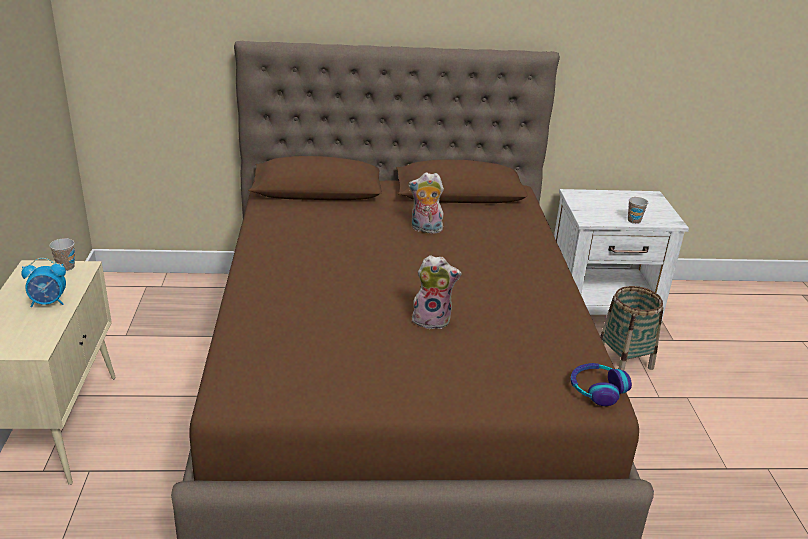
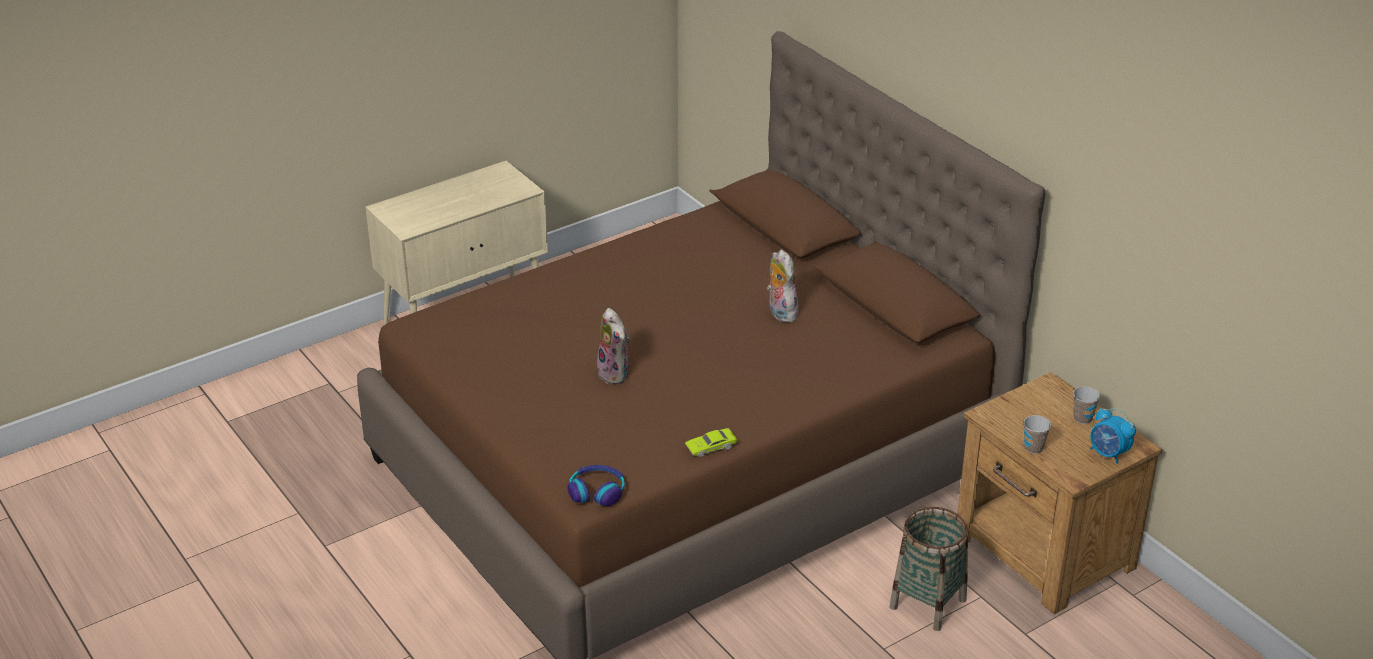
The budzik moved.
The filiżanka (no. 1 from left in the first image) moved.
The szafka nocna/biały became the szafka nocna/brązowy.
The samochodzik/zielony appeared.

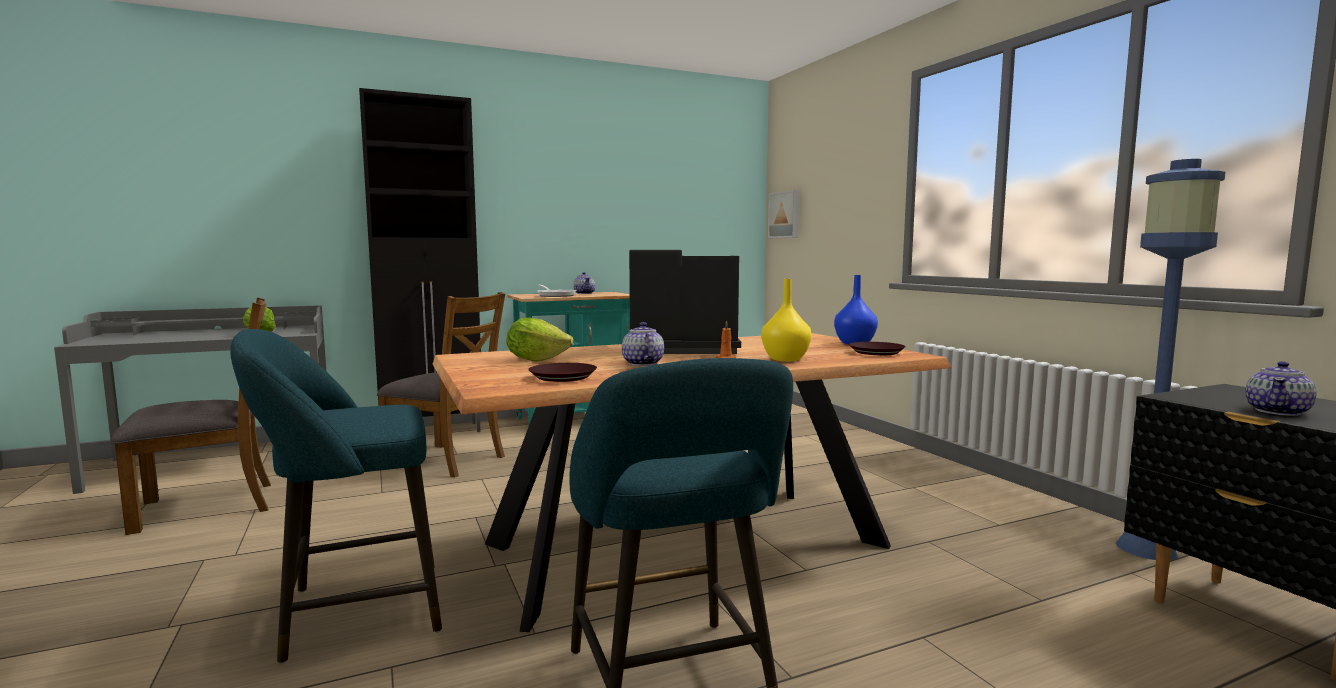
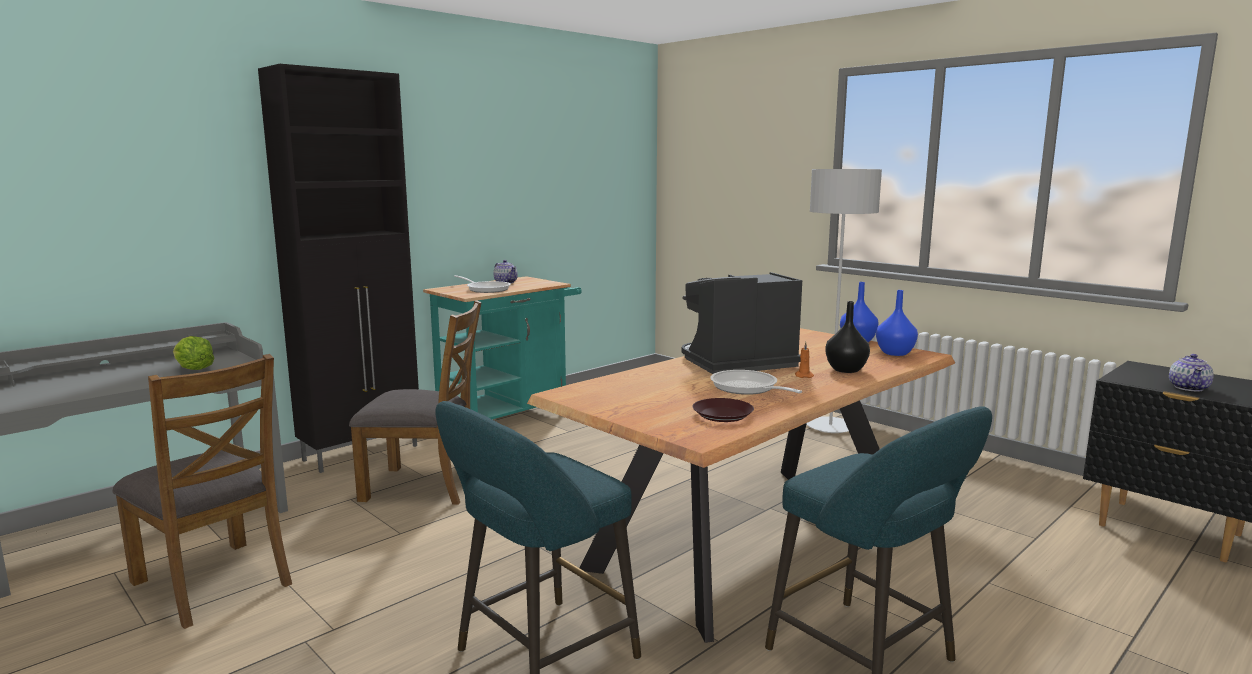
The krzesło/brązowy (no. 1 from left) turned 90 degrees clockwise.
The sałata (no. 2 from left) disappeared.
The imbryk (no. 2 from left) was replaced by the patelnia (no. 2 from left).
The wazon/żółty became the wazon/czarny.
The obraz disappeared.
The talerz/brązowy (no. 2 from left) was replaced by the wazon/niebieski (no. 2 from left).
The lampa stojąca/niebieski disappeared.
The lampa stojąca/szary appeared.

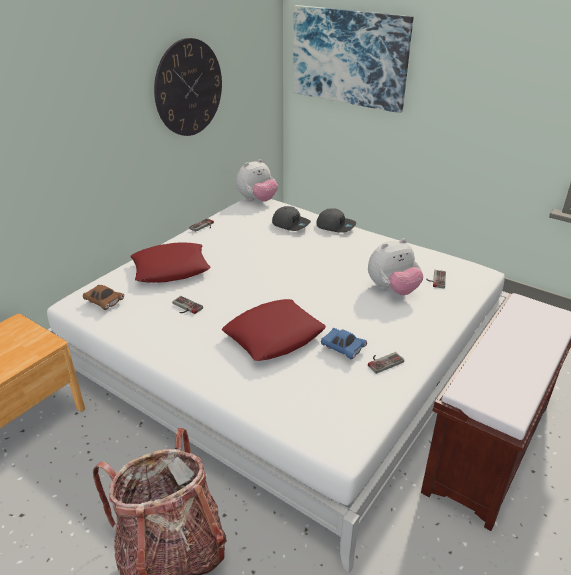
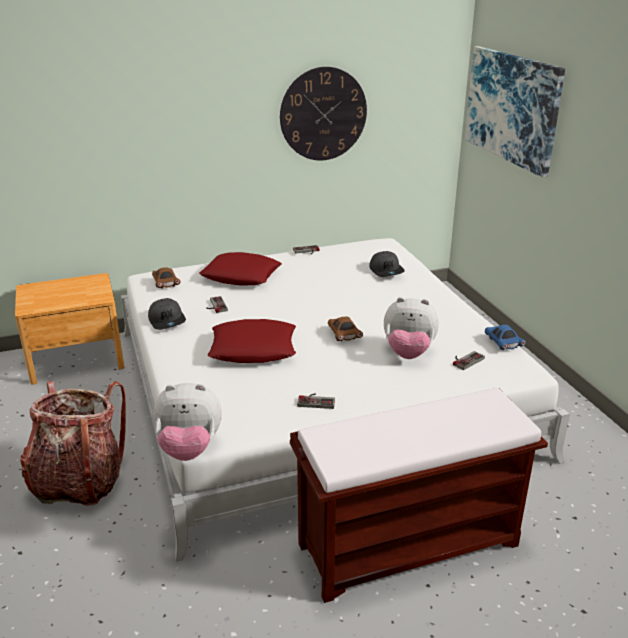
The pluszak (no. 1 from left) moved.
The czapka z daszkiem/szary (no. 2 from left in the first image) moved.
The samochodzik/niebieski moved.
The samochodzik/brązowy (no. 2 from left) appeared.

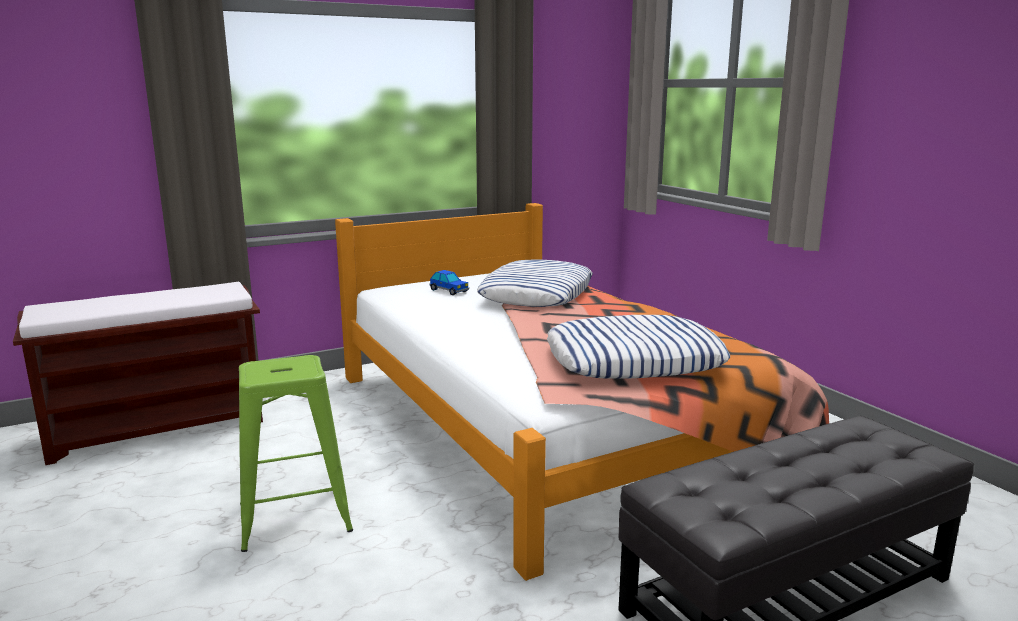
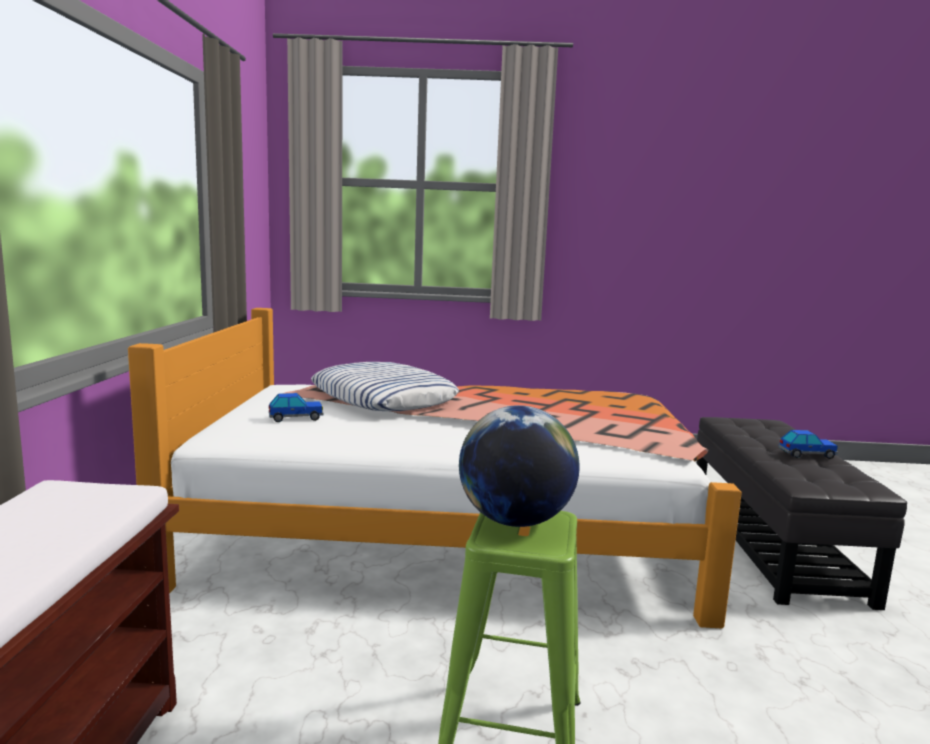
The poduszka (no. 2 from left) disappeared.
The globus appeared.
The samochodzik (no. 2 from left) appeared.

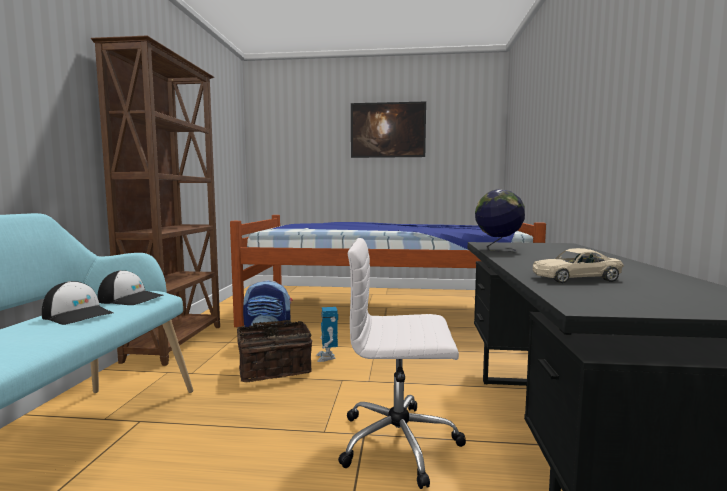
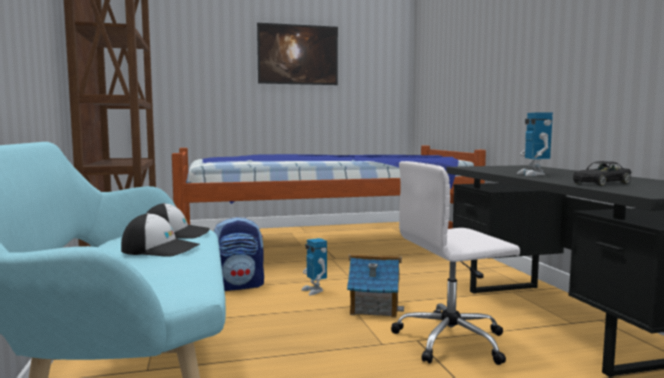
The koszyk disappeared.
The globus disappeared.
The samochodzik/beżowy became the samochodzik/czarny.
The domek appeared.
The robot zabawkowy (no. 2 from left) appeared.

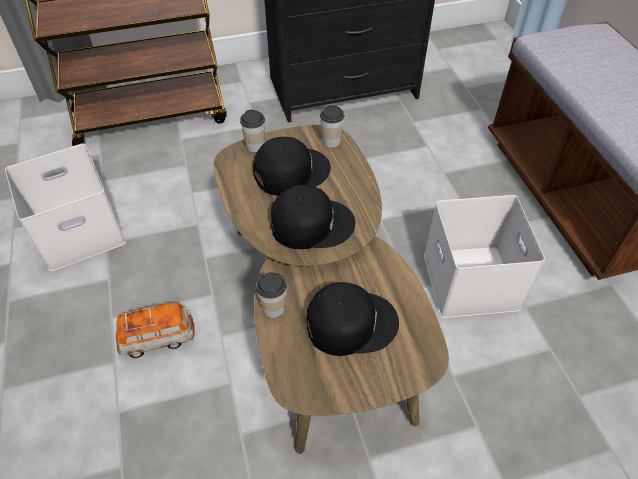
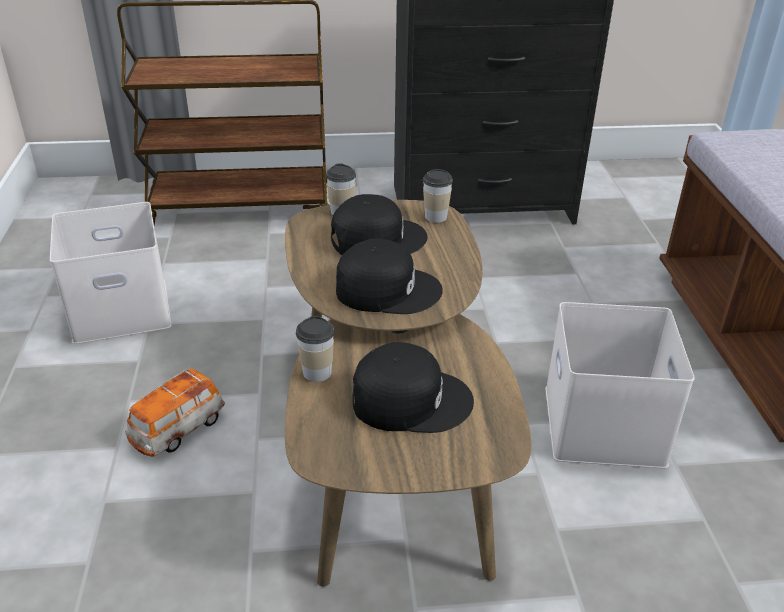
The samochodzik turned 135 degrees clockwise.

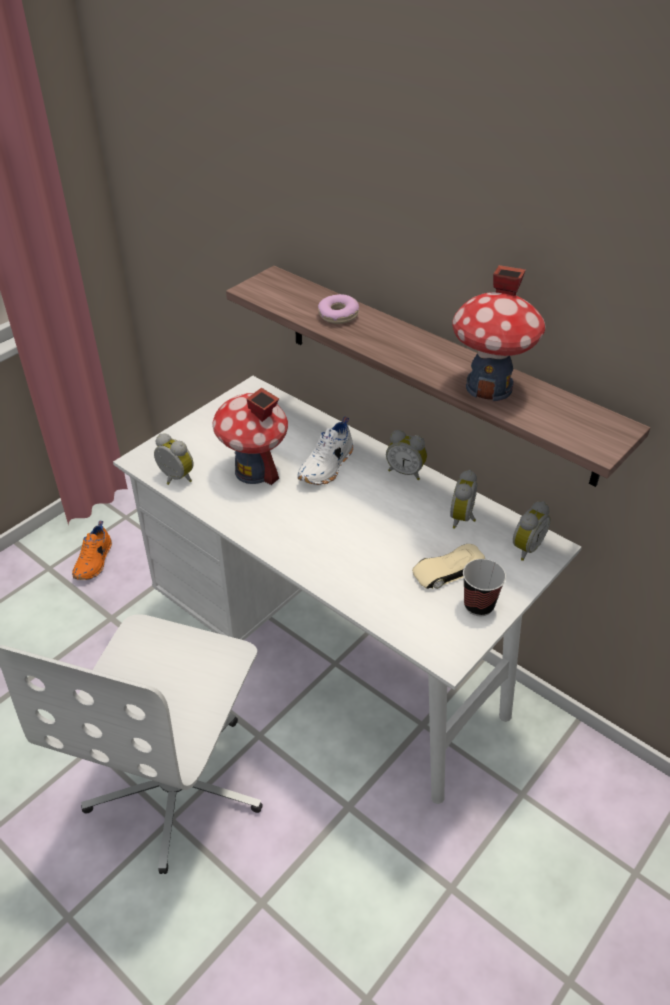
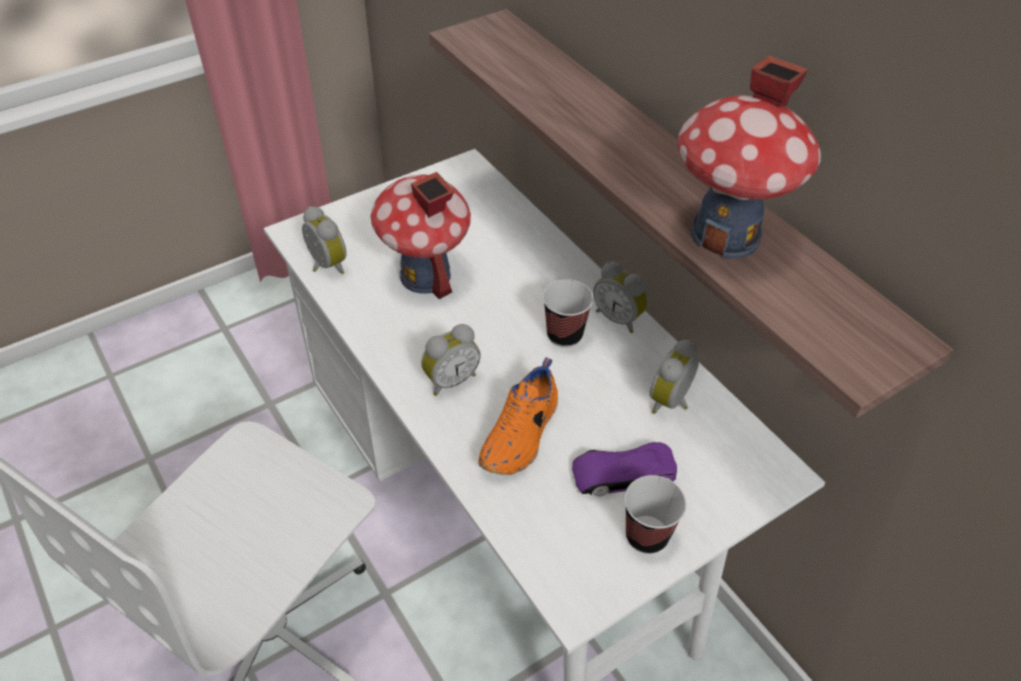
The but/pomarańczowy moved.
The but/biały disappeared.
The donut disappeared.
The samochodzik/beżowy became the samochodzik/fioletowy.
The budzik (no. 4 from left in the first image) moved.
The filiżanka (no. 1 from left) appeared.

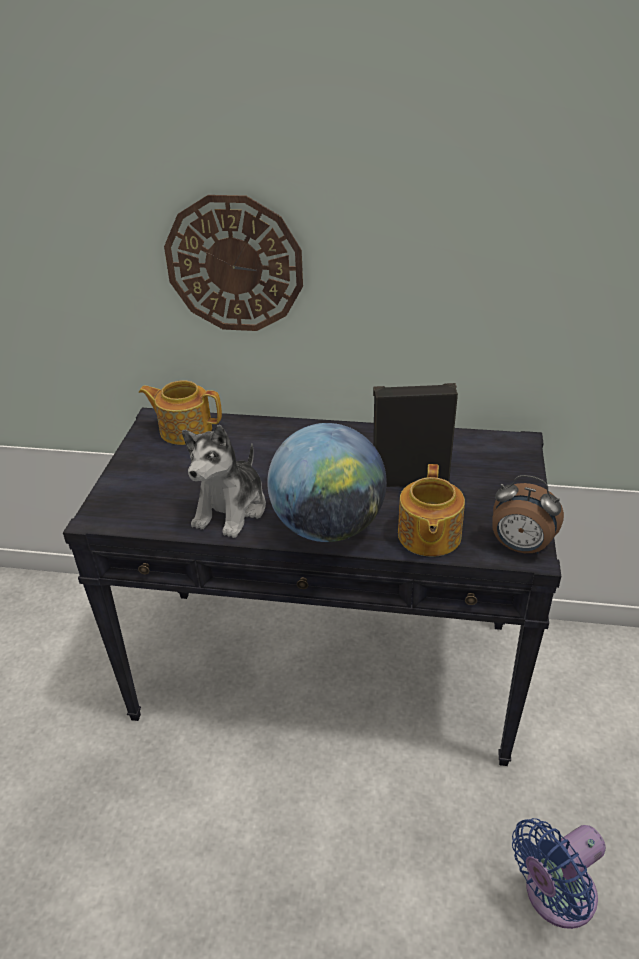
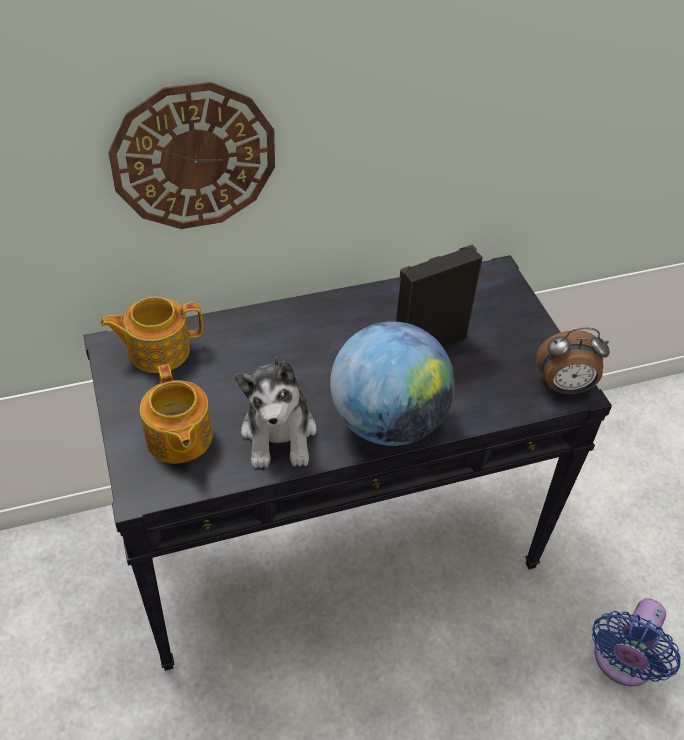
The imbryk (no. 2 from left) moved.

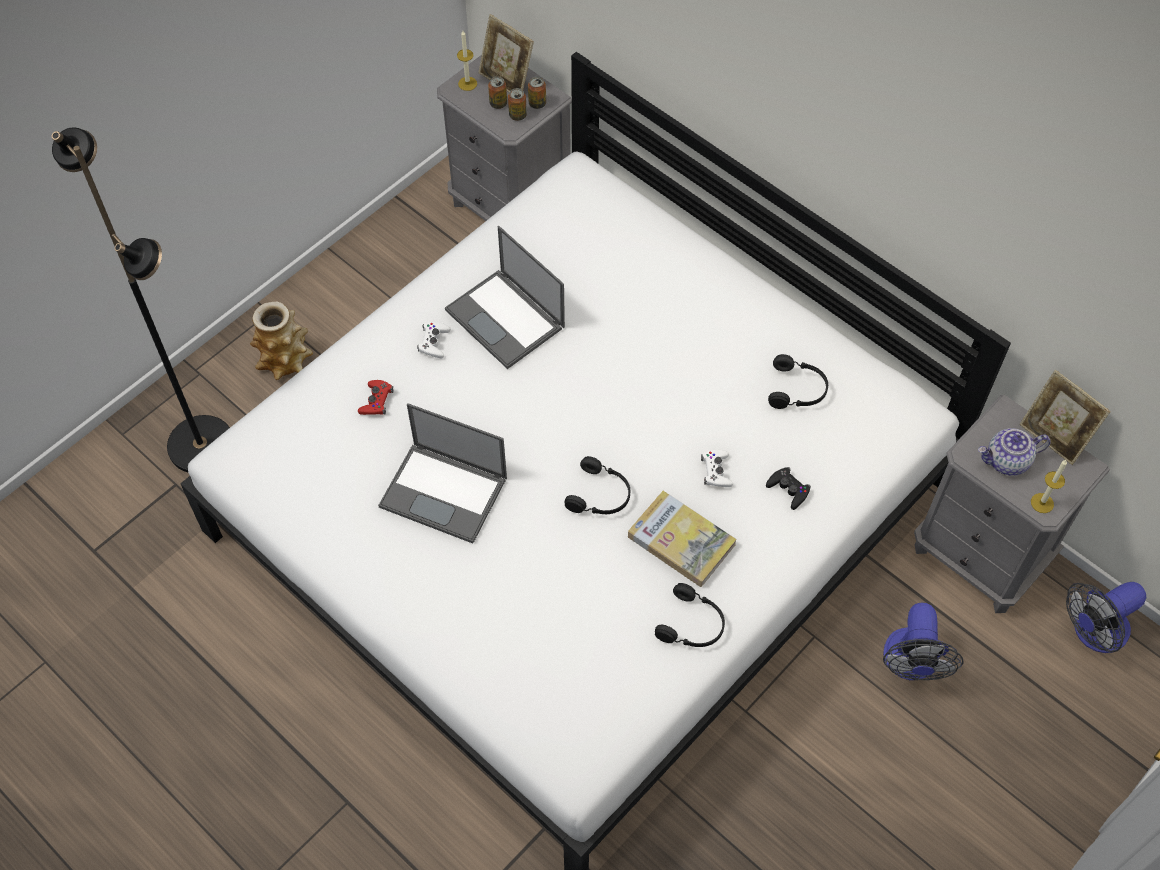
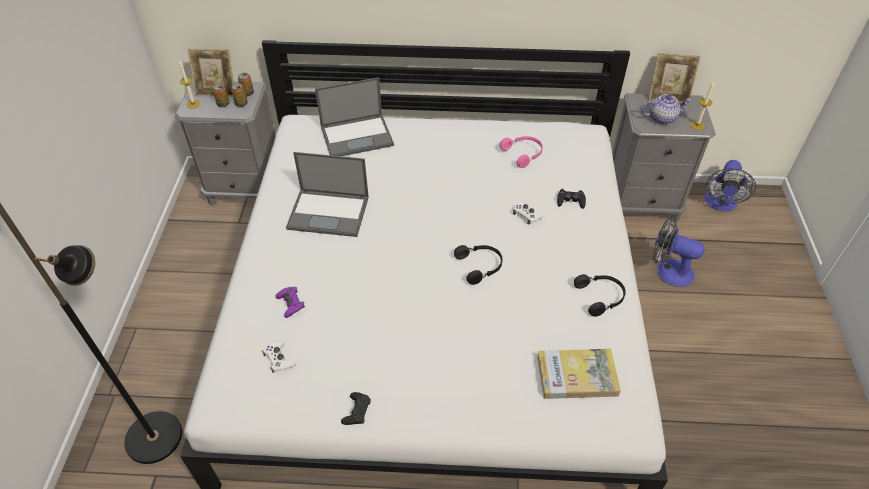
The wazon disappeared.
The pad do gier/czerwony became the pad do gier/fioletowy.
The laptop (no. 1 from left in the first image) moved.
The pad do gier/biały (no. 1 from left) moved.
The książka moved.
The słuchawki/czarny (no. 3 from left) became the słuchawki/różowy.
The wentylator (no. 1 from left) turned 150 degrees clockwise.
The imbryk turned 135 degrees counterclockwise.
The pad do gier/czarny (no. 1 from left) appeared.

